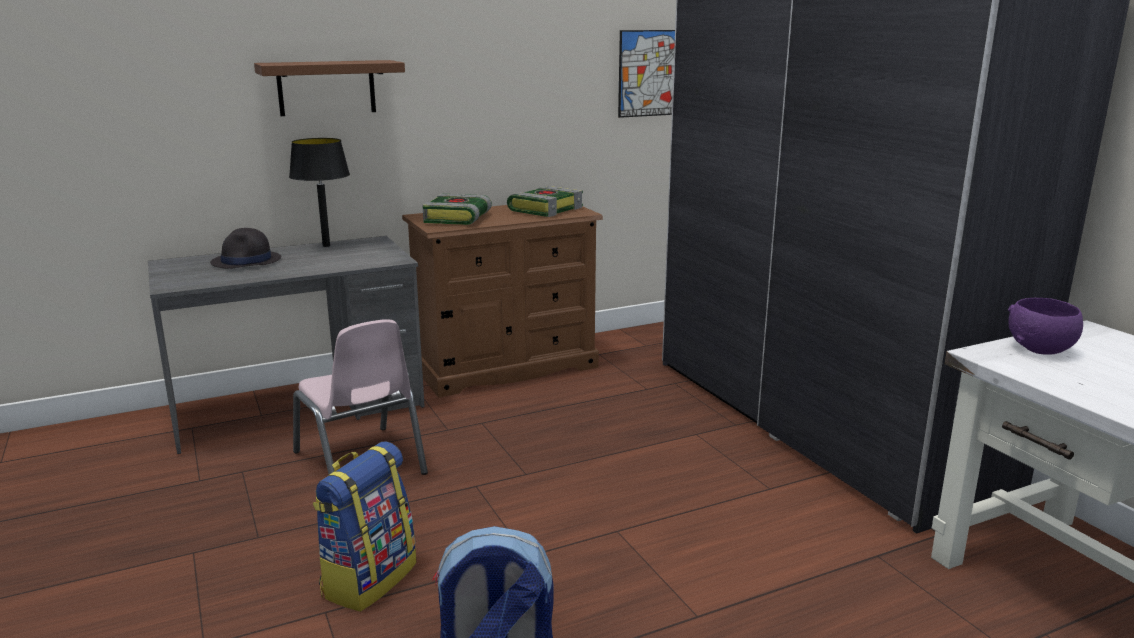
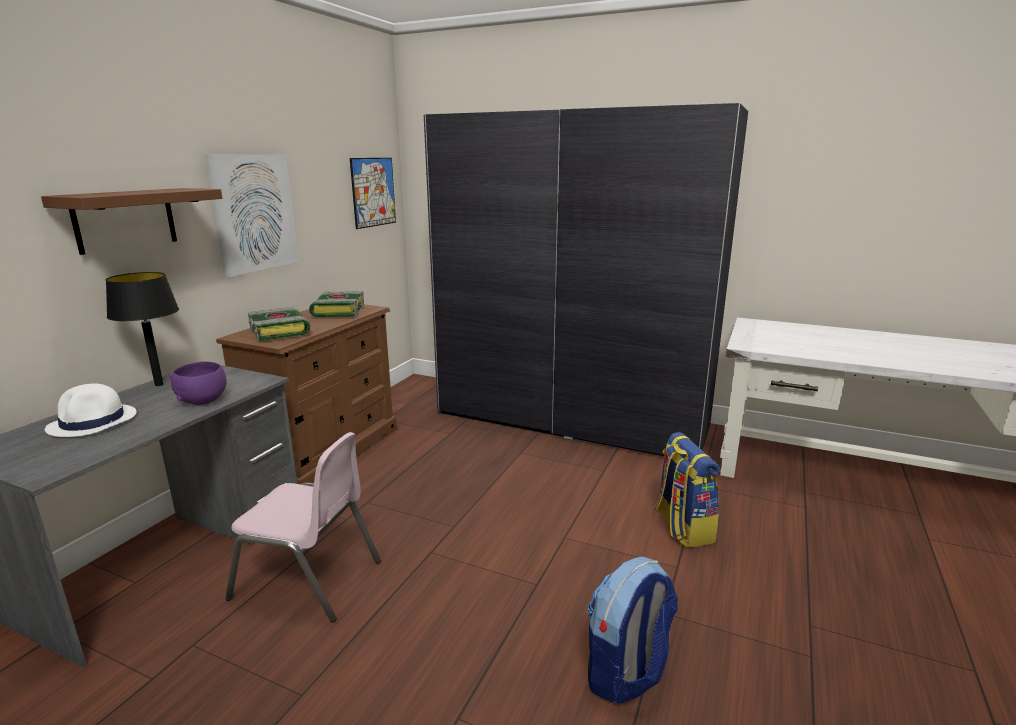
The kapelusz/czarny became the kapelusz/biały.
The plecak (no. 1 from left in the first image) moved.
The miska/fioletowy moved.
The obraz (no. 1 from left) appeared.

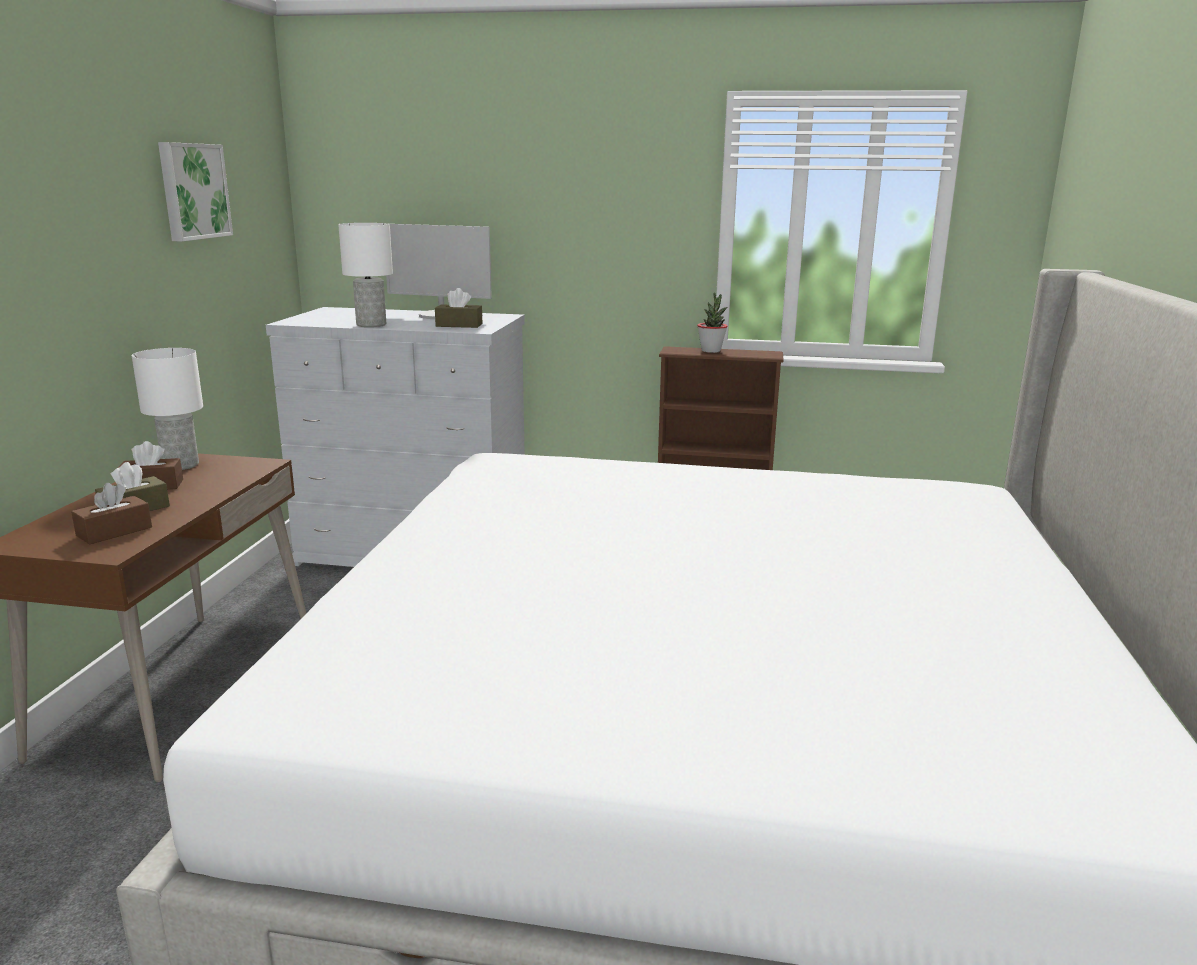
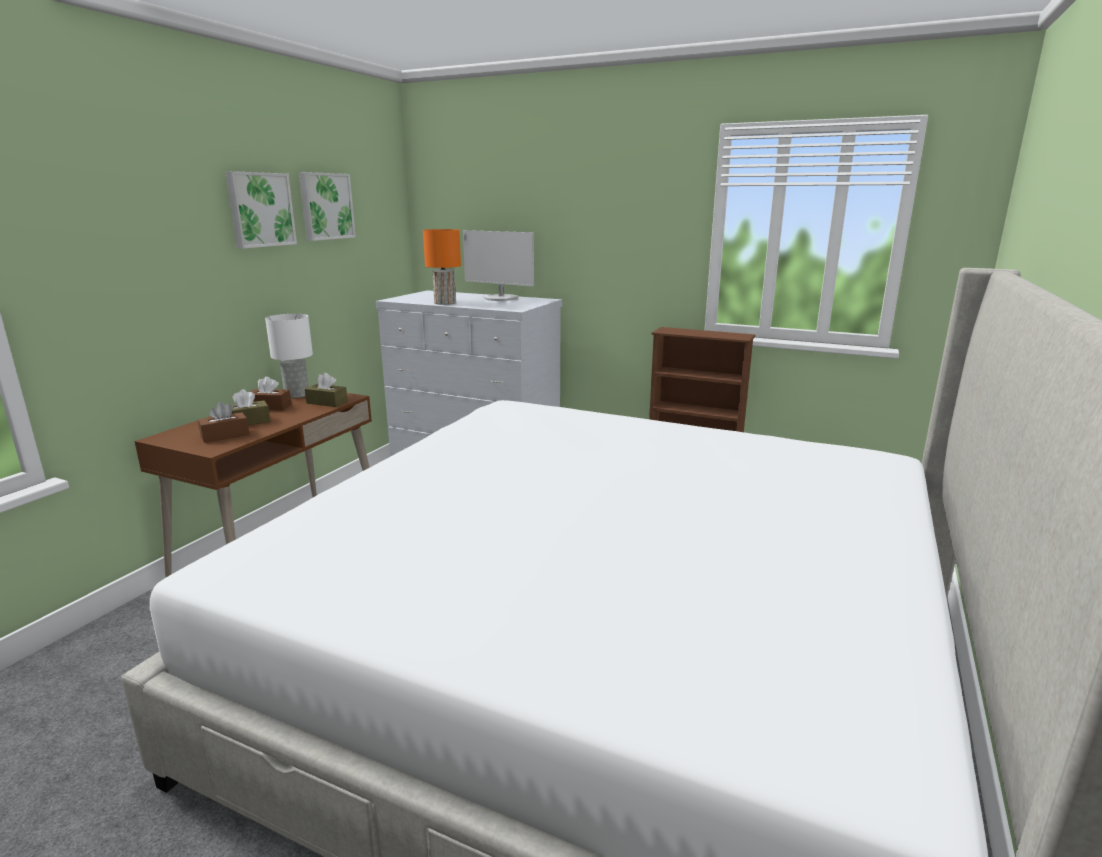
The lampa stołowa/biały (no. 2 from left) became the lampa stołowa/pomarańczowy.
The pudełko chusteczek/brązowy (no. 4 from left) moved.
The roślina doniczkowa disappeared.
The obraz (no. 1 from left) appeared.

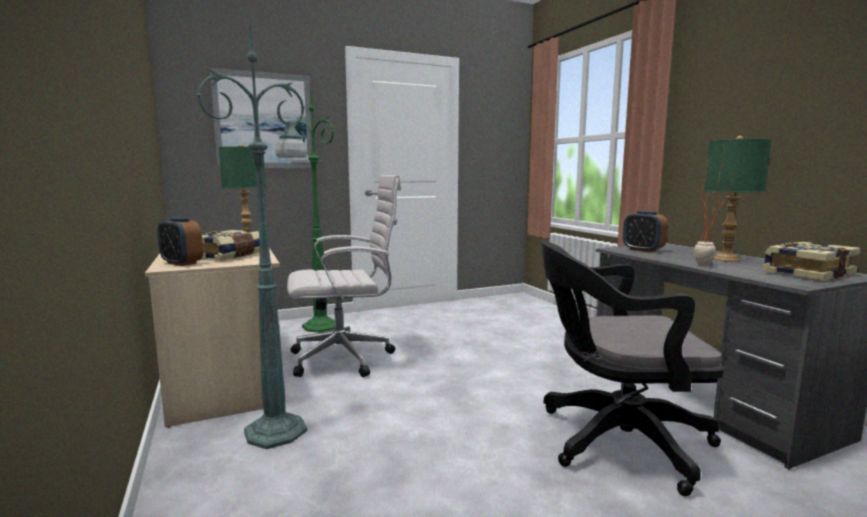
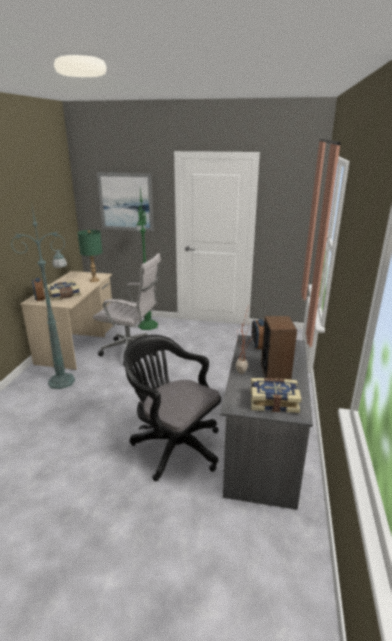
The lampa stołowa/zielony (no. 2 from left) was replaced by the głośnik.

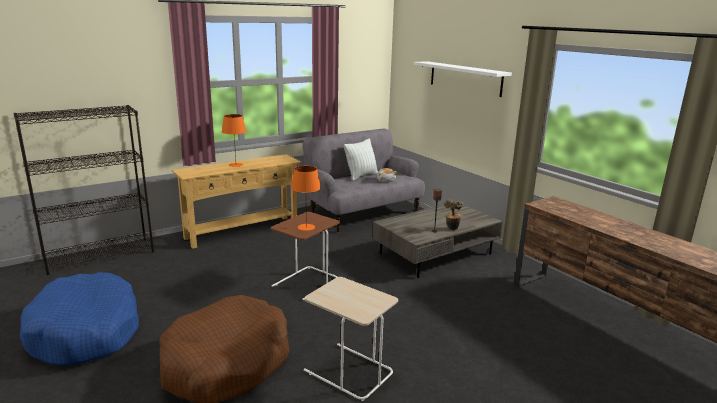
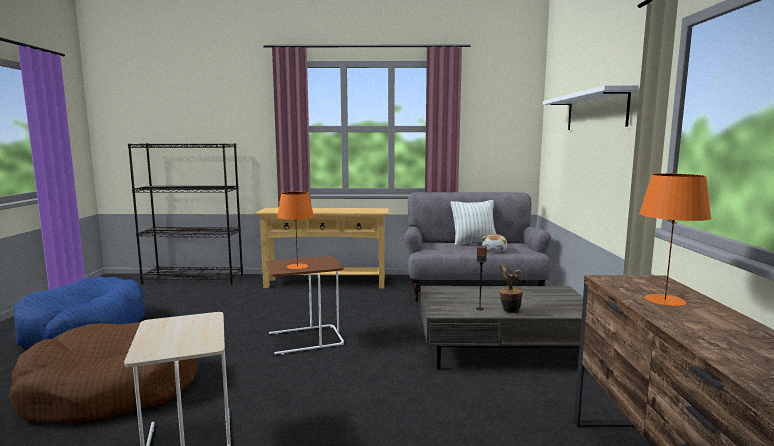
The lampa stołowa/pomarańczowy (no. 1 from left in the first image) moved.

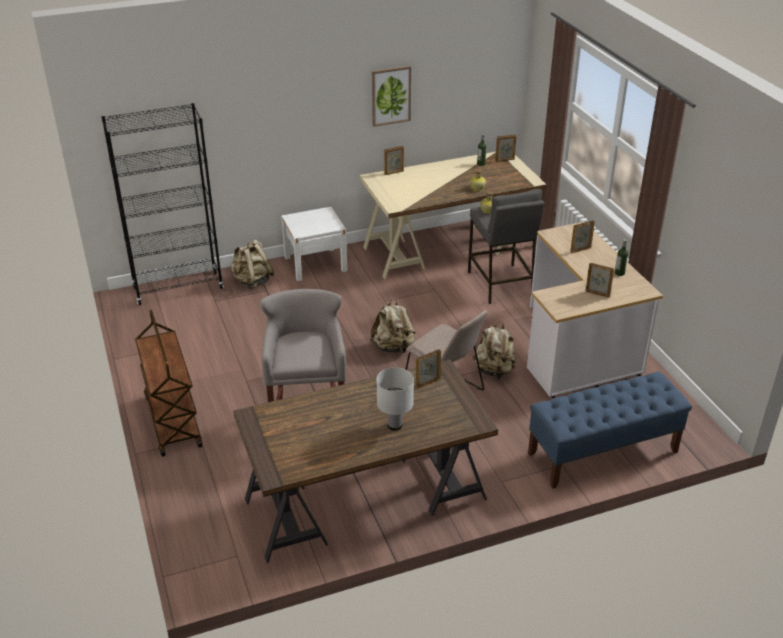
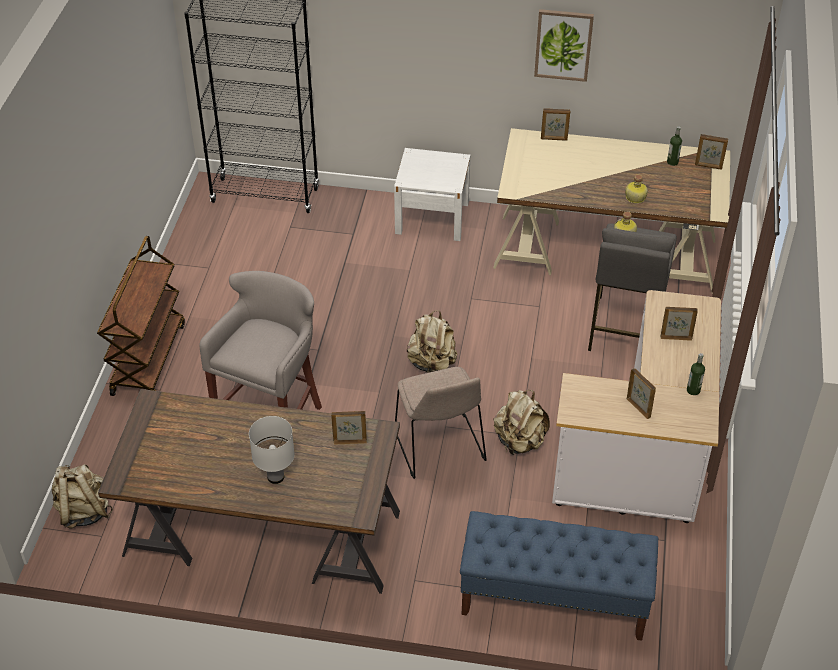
The plecak/beżowy (no. 1 from left) moved.

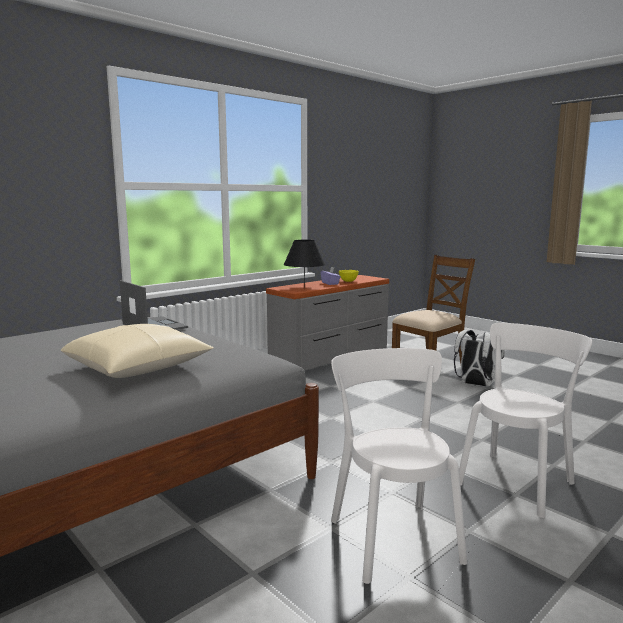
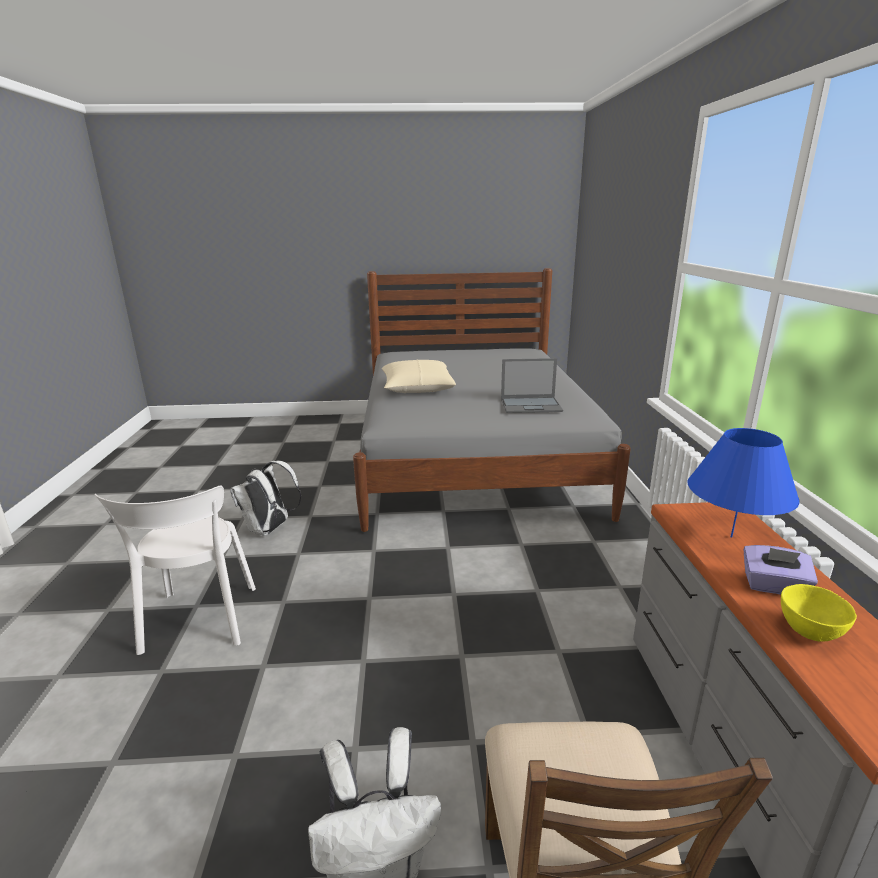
The lampa stołowa/czarny became the lampa stołowa/niebieski.
The krzesło/biały (no. 1 from left) was replaced by the plecak/biały (no. 1 from left).

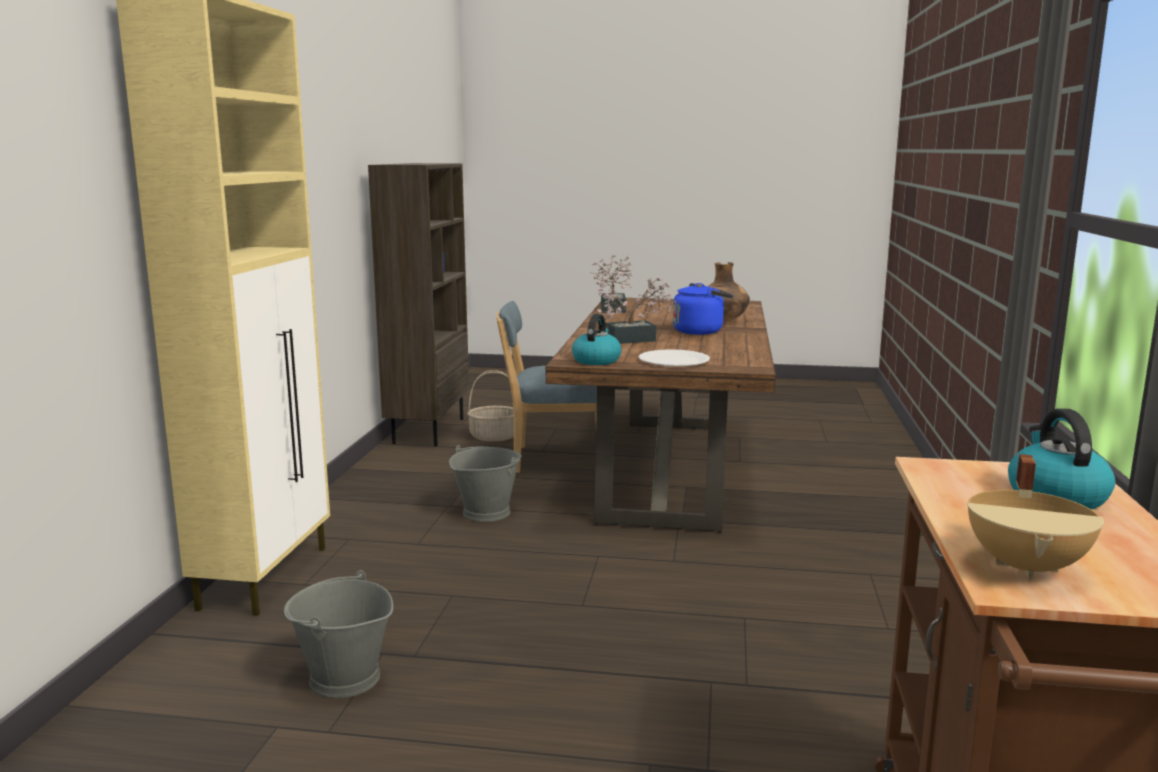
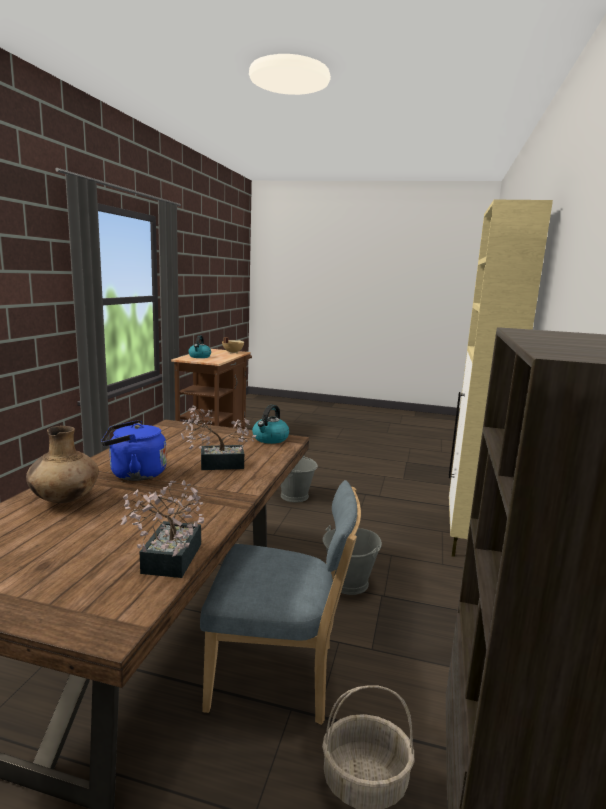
The wiadro/szary (no. 1 from left) moved.
The talerz/biały disappeared.

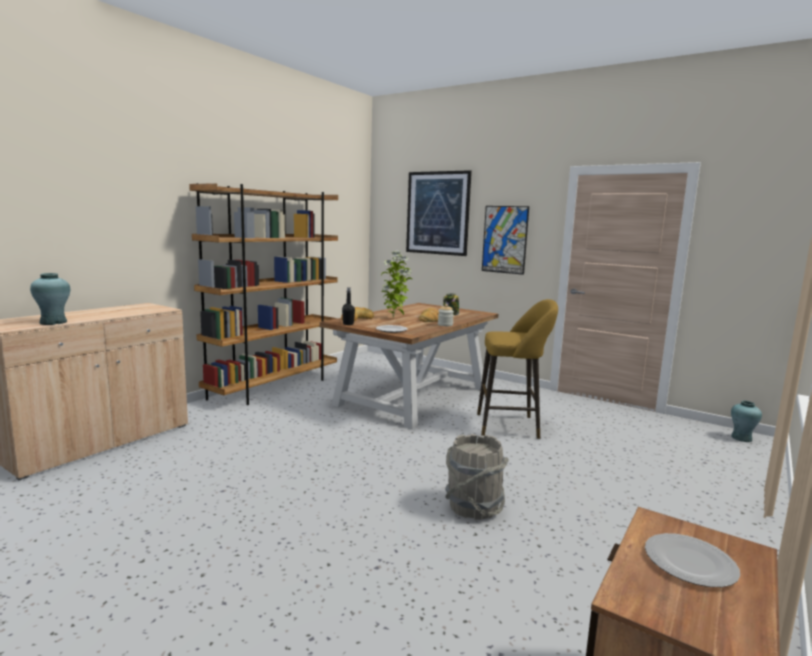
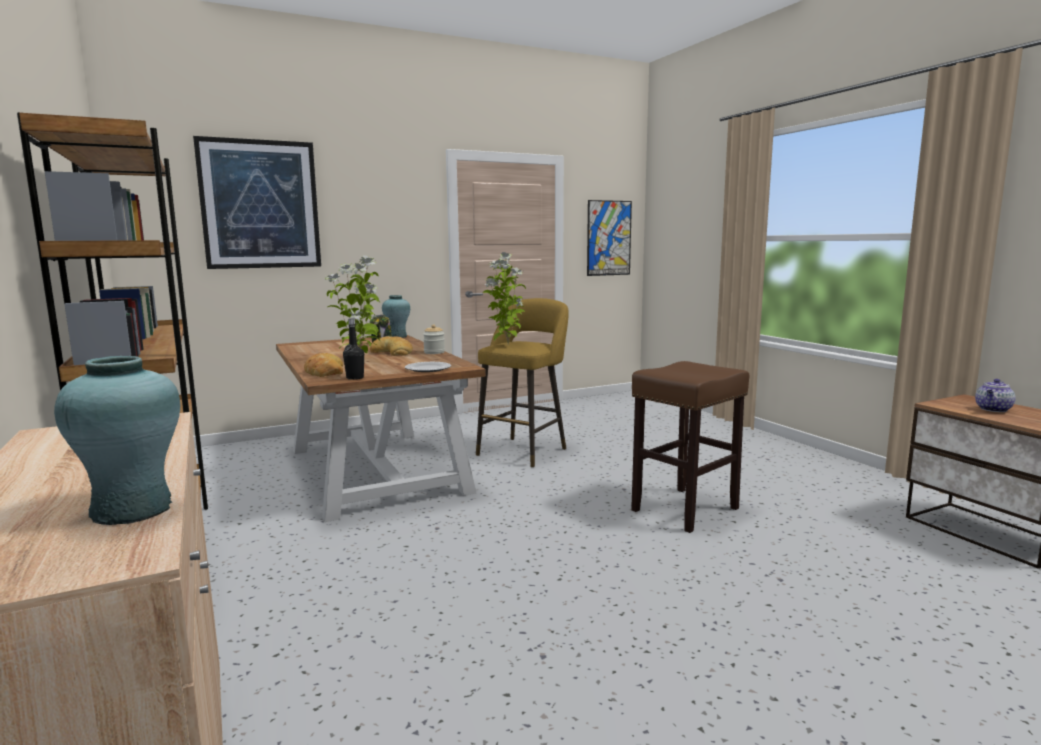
The wiadro/szary was replaced by the stołek/brązowy.
The obraz (no. 2 from left) moved.
The talerz (no. 2 from left) was replaced by the imbryk.
The wazon/turkusowy (no. 2 from left) moved.
The roślina doniczkowa (no. 2 from left) appeared.

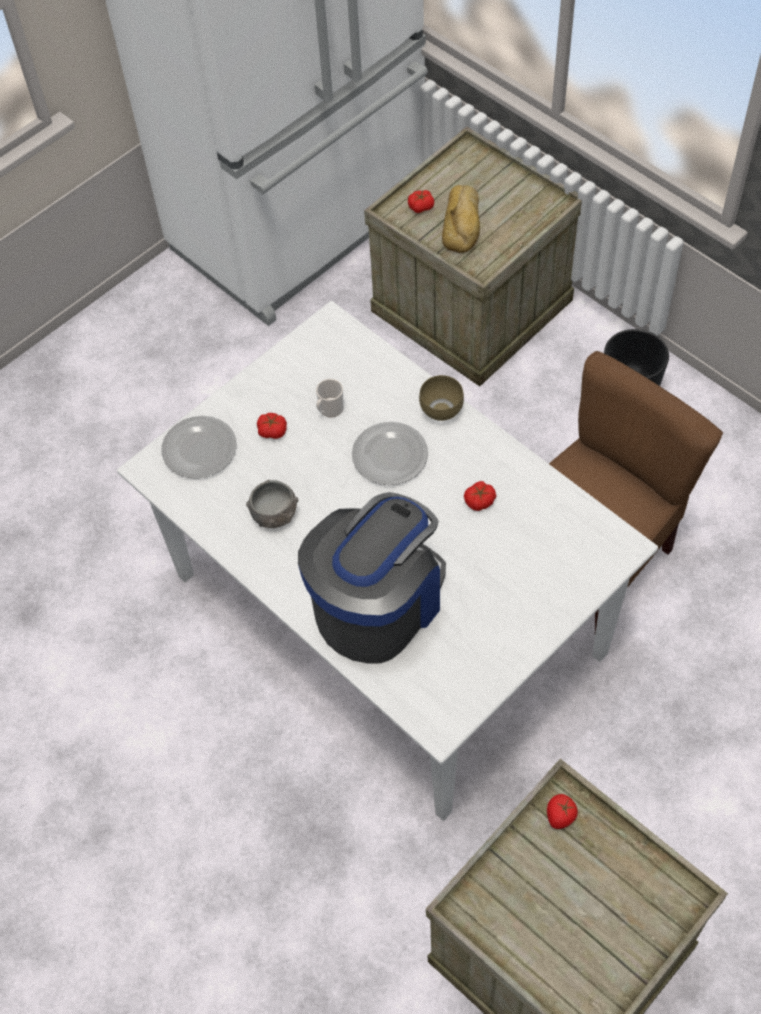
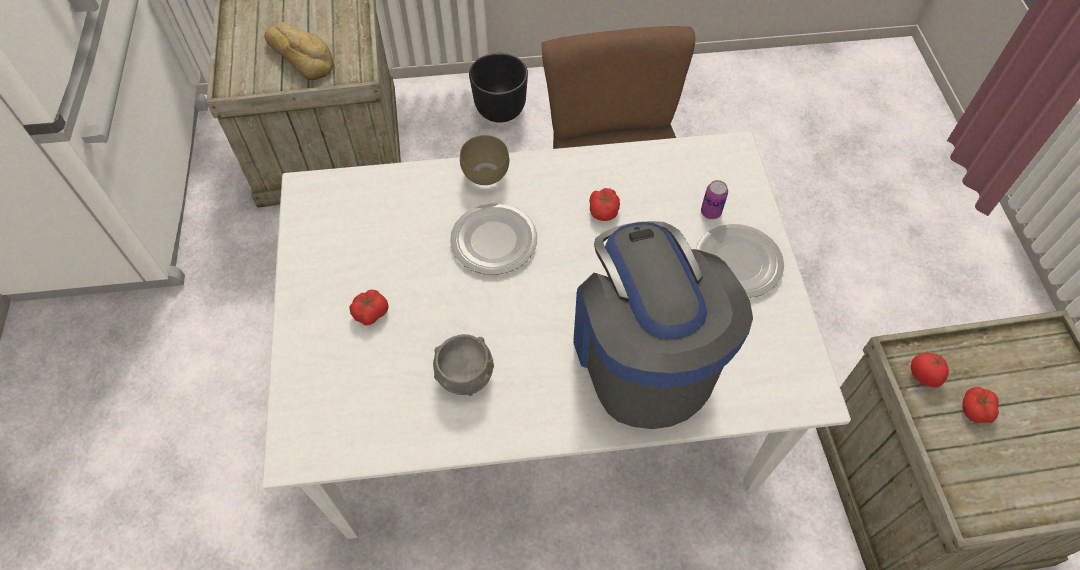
The talerz (no. 1 from left in the first image) moved.
The kubek disappeared.
The pomidor (no. 2 from left in the first image) moved.
The puszka appeared.

